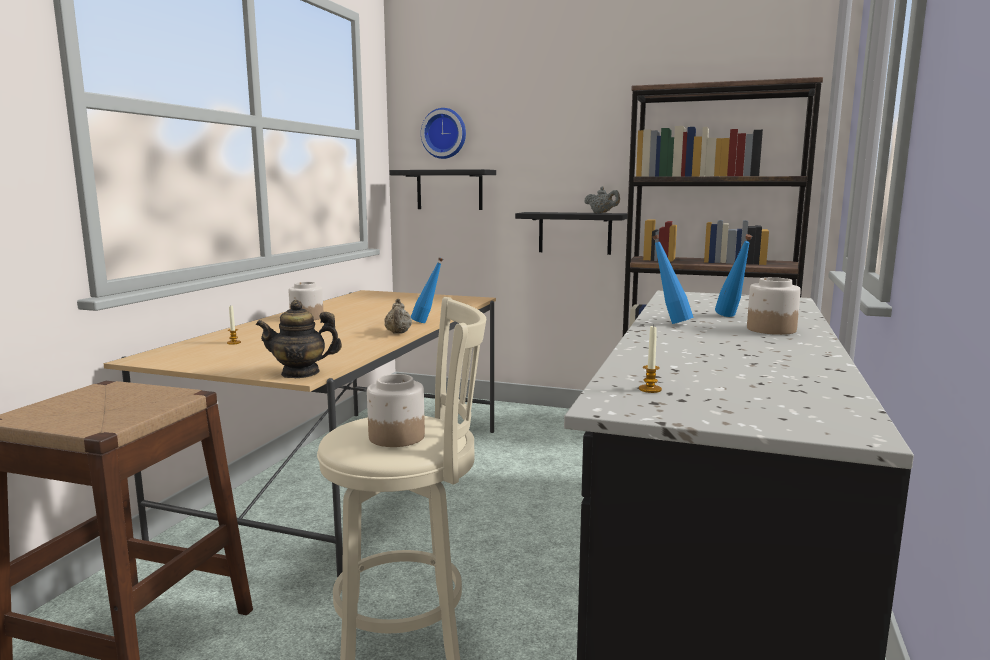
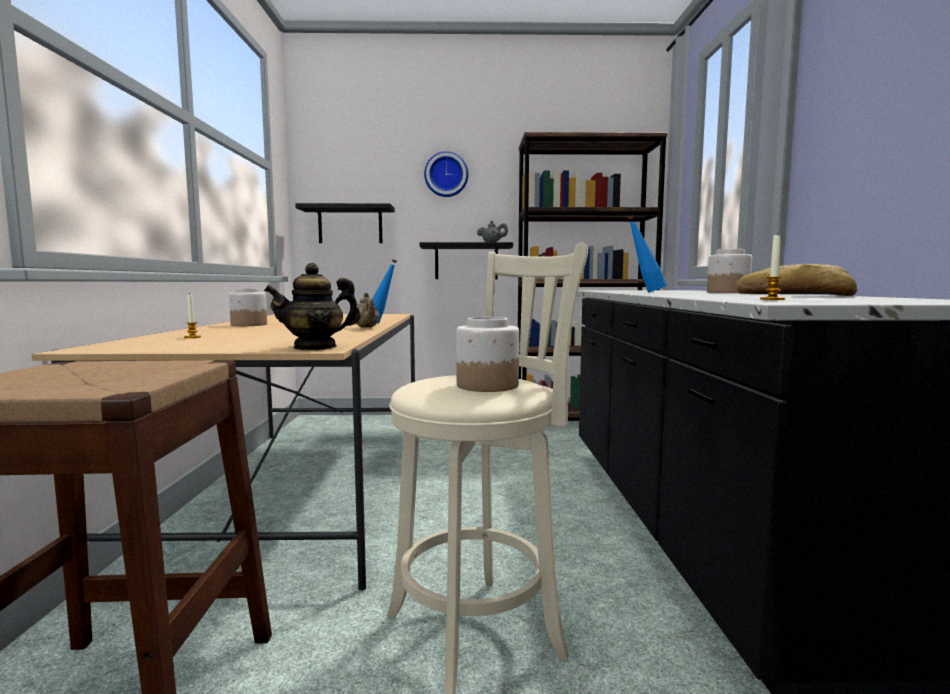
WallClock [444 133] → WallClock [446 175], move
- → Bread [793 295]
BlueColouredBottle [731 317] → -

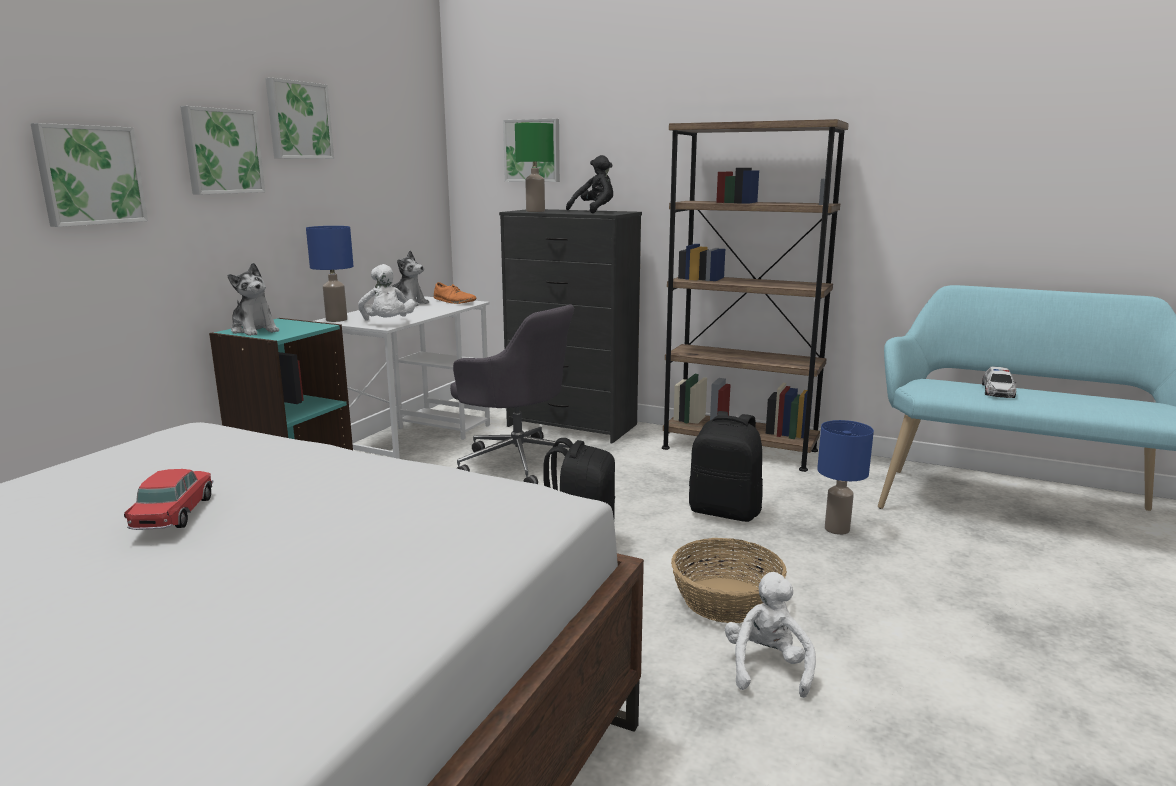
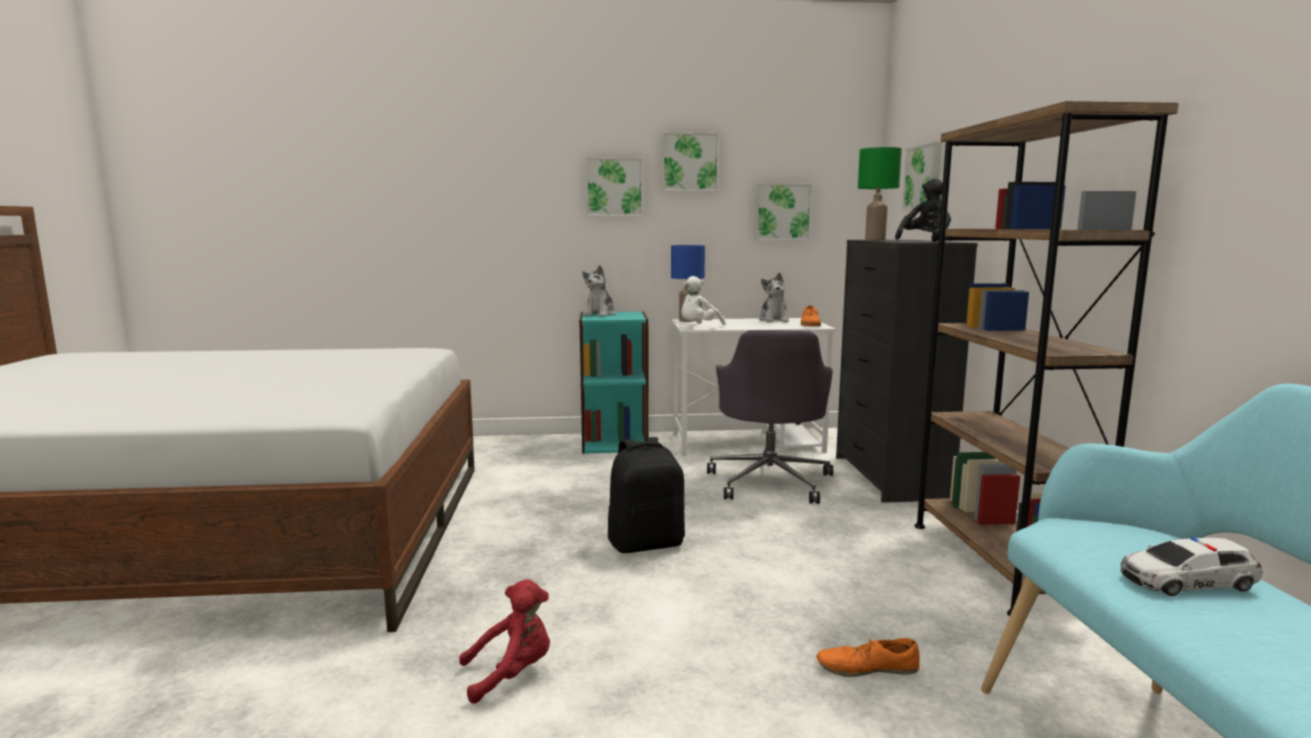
WhiteColouredCuddlyToy [767 667] → RedColouredCuddlyToy [512 674]
WallArt [89 175] → WallArt [782 212], move
BlueColouredLampForATable [837 529] → OrangeyItemOfFootwear [866 668]
BlackishCuddlyToy [594 211] → BlackishCuddlyToy [924 241], 60 degrees counterclockwise
ToyCar [175 514] → -
StorageBasket [726 599] → -
BlackishKnapsack [725 511] → -

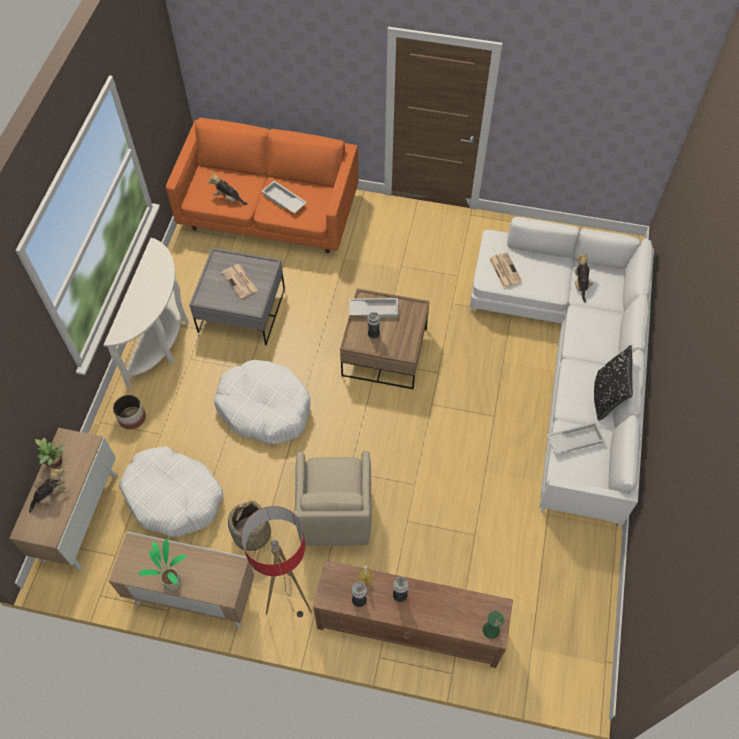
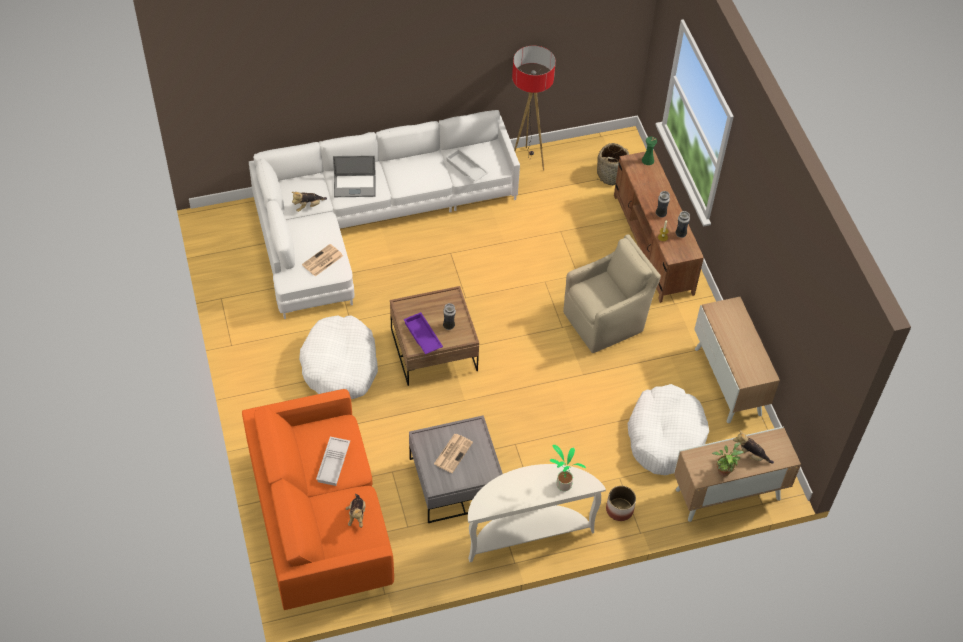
WhiteColouredDogCushion [264 408] → WhiteColouredDogCushion [340 366], move
- → Laptop [354 186]
WhiteColouredServingTray [374 309] → PurpleColouredServingTray [422 336]
FloorLamp [289 600] → FloorLamp [526 162], move
PottedPlant [173 581] → PottedPlant [562 484], move
StorageBasket [251 534] → StorageBasket [611 174], move
BlackishThrowPillow [606 397] → -

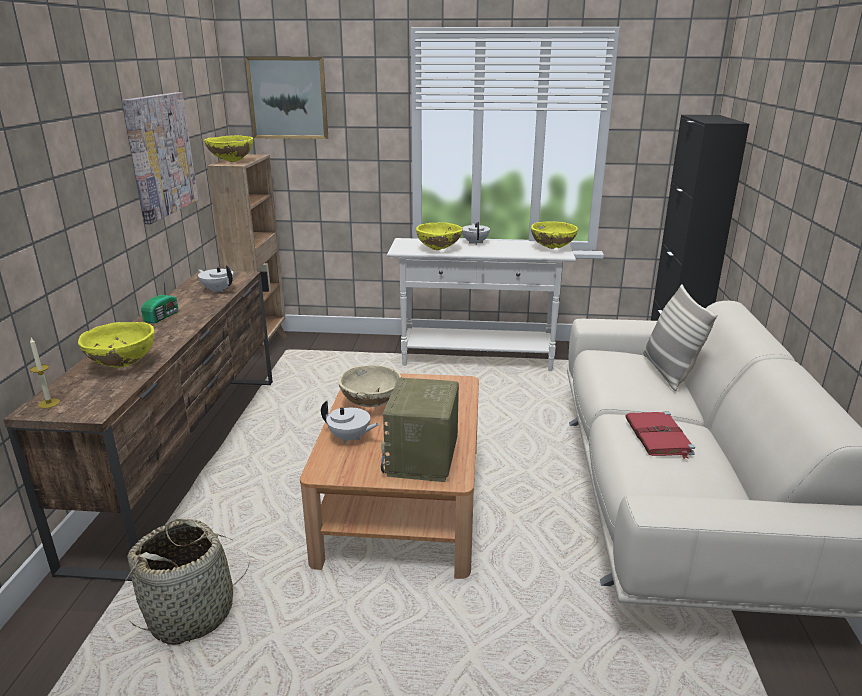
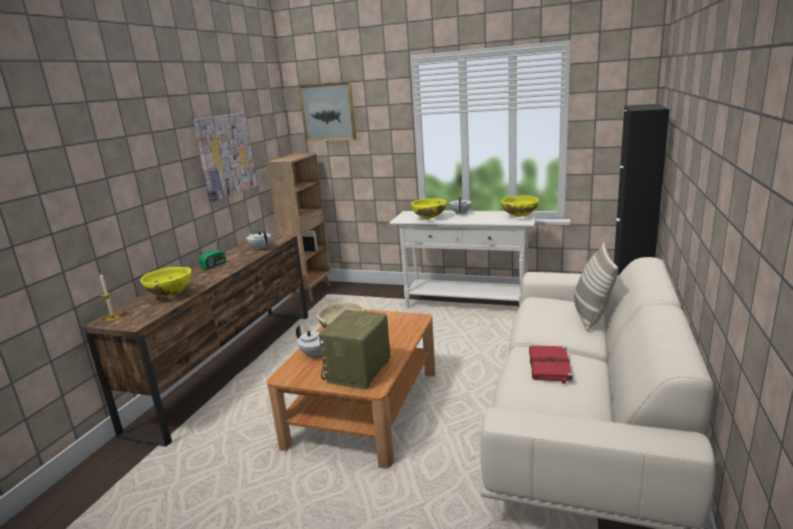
StorageBasket [192 613] → -
YellowBowl [231 162] → -

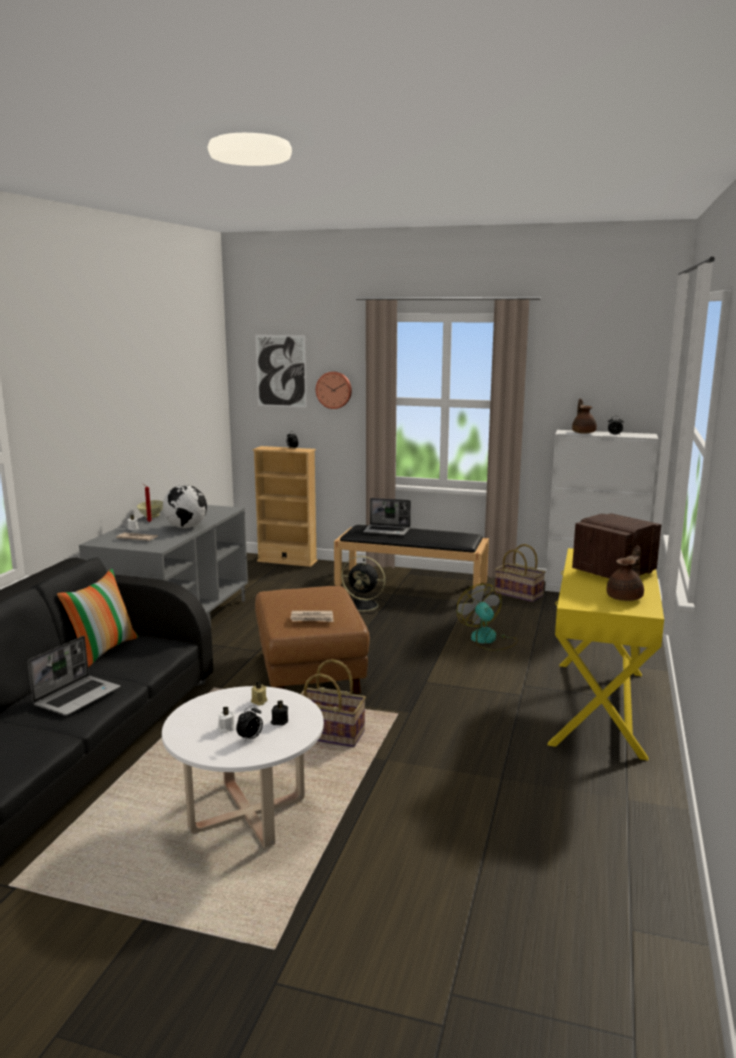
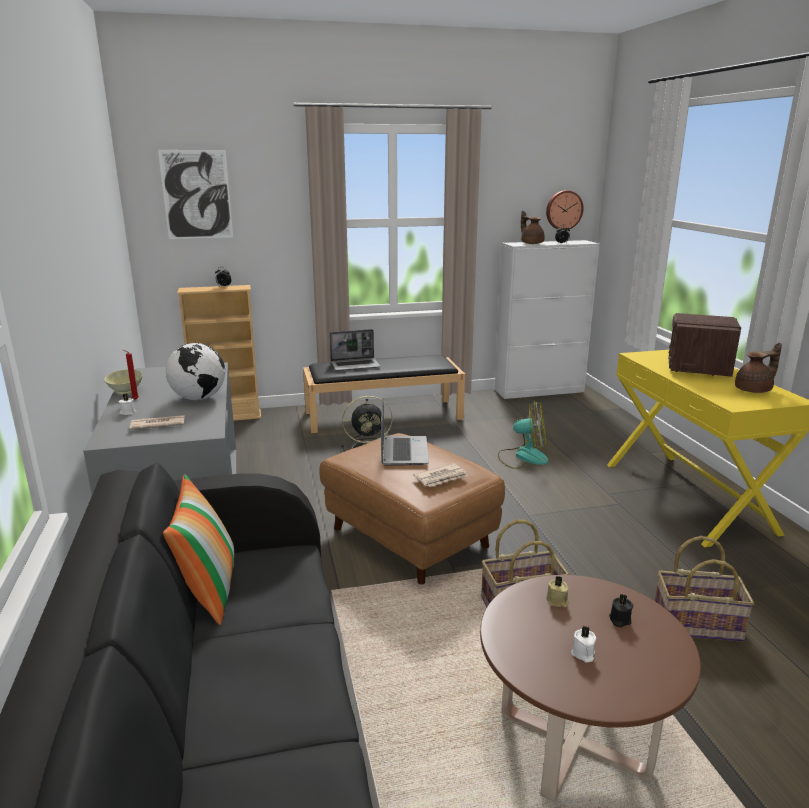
Laptop [78 696] → Laptop [403 451], move
WhiteColouredLoungeTable [248 814] → BrownLoungeTable [573 743]
Fan [488 640] → Fan [523 457], 150 degrees clockwise
WallClock [334 390] → WallClock [563 210], move
StorageBasket [519 594] → StorageBasket [697 624], move
BrownPotForTea [625 597] → BrownPotForTea [754 390], 60 degrees clockwise
BedsideClock [250 738] → -

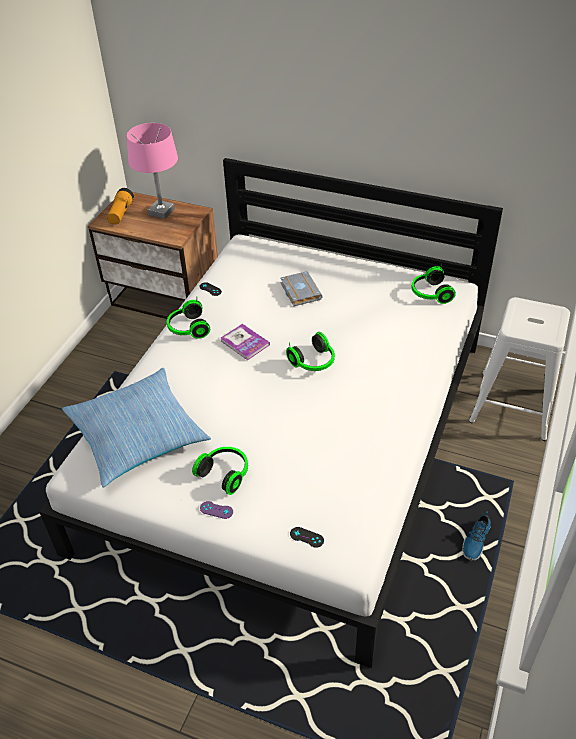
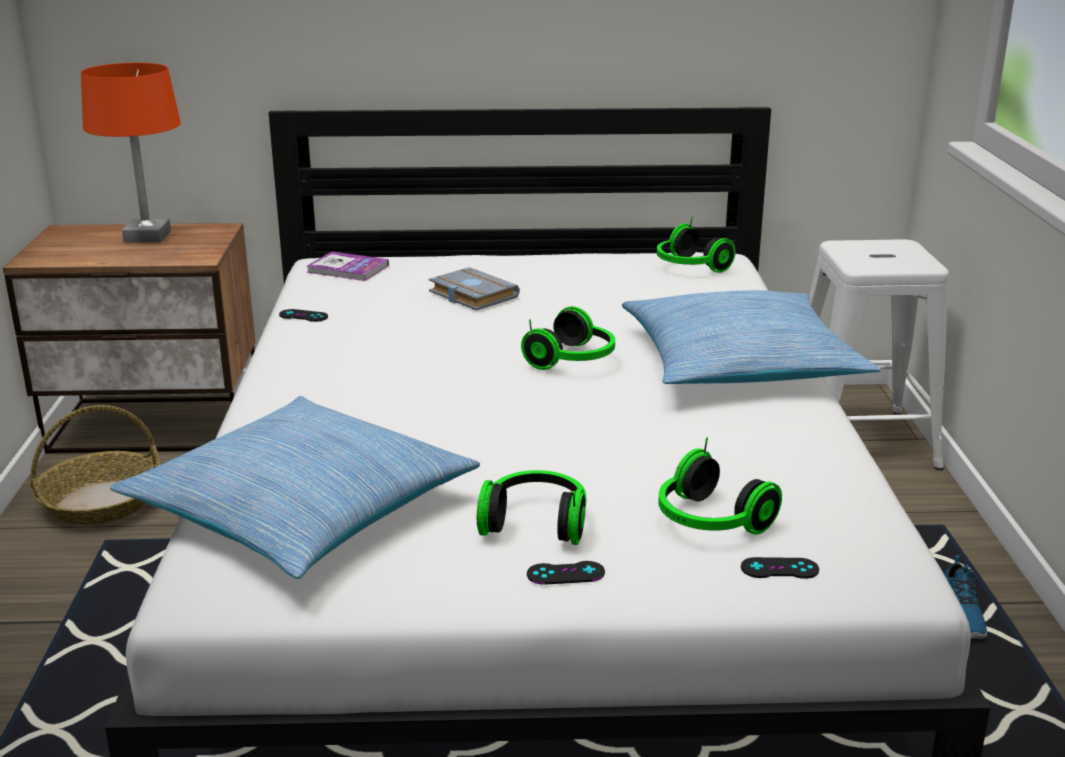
- → StorageBasket [102 501]
PinkLampForATable [161 212] → OrangeyLampForATable [147 236]
Volume [245 343] → Volume [348 269], move
PurpleColouredGamepad [216 510] → BlackishGamepad [565 573]
- → ThrowPillow [739 363]
Headset [187 328] → Headset [708 522], move
Flashlight [121 213] → -

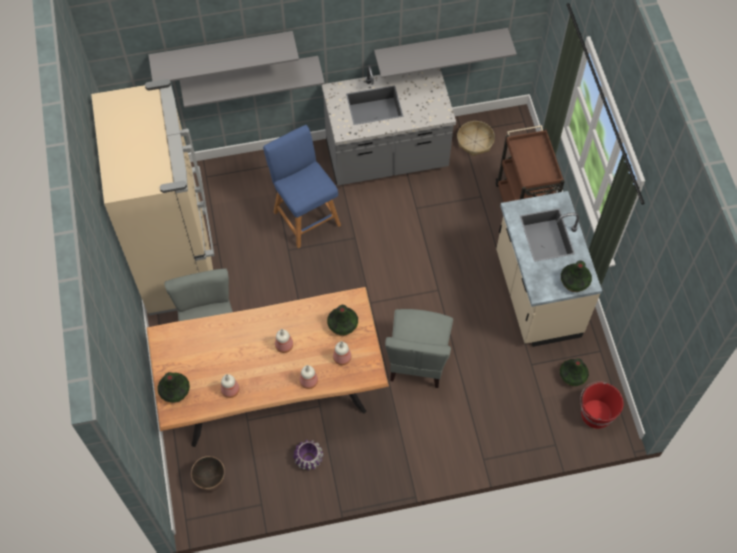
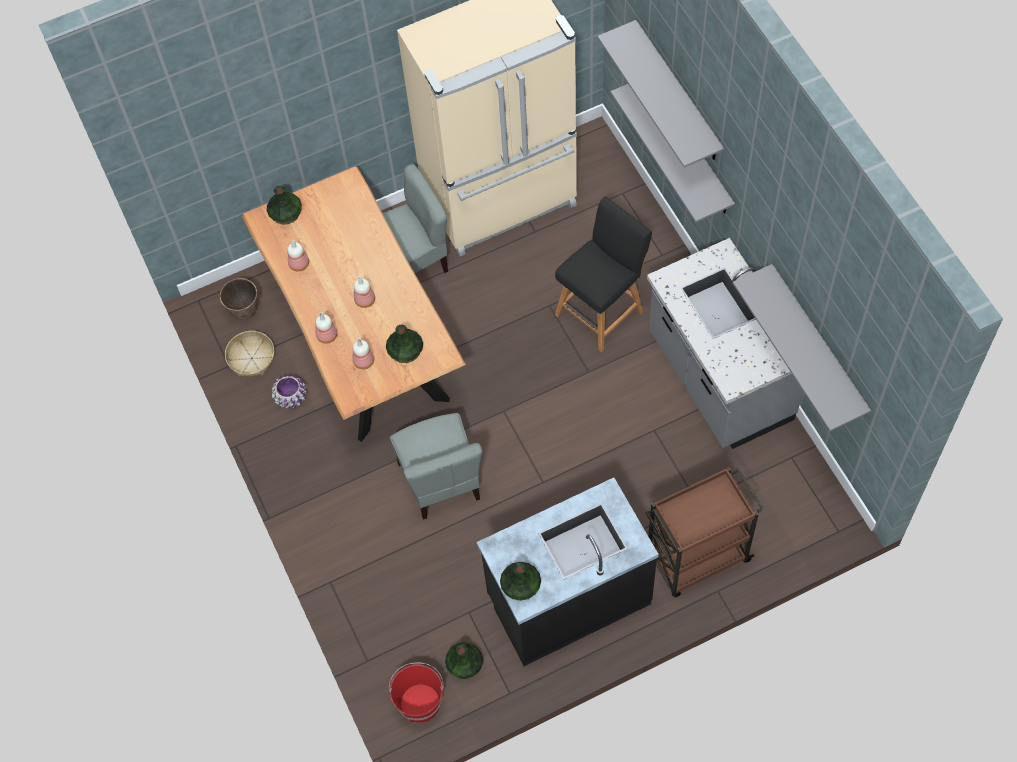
StorageBasket [475 141] → StorageBasket [252 358], move
GreyishChair [418 360] → GreyishChair [440 481], 105 degrees counterclockwise
SandColouredKitchenCounter [535 295] → BlackishKitchenCounter [568 599]
BlueColouredStoolSeat [305 216] → BlackishStoolSeat [602 310]

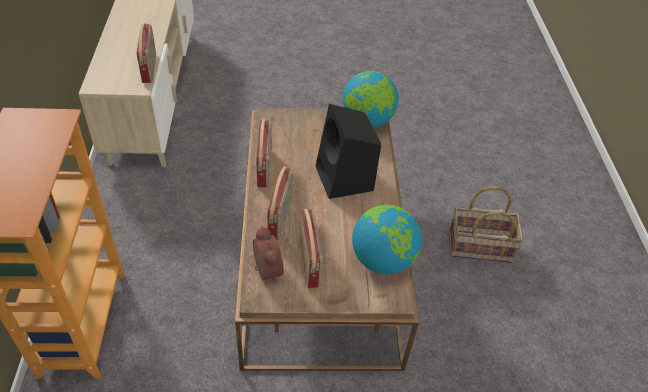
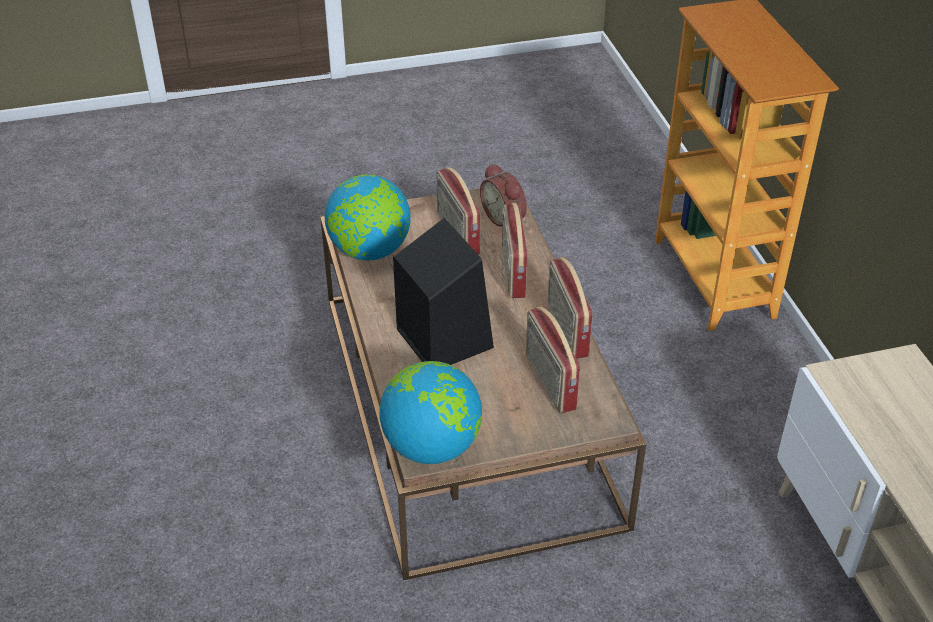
Radio [150 68] → Radio [549 382], move
StorageBasket [479 248] → -

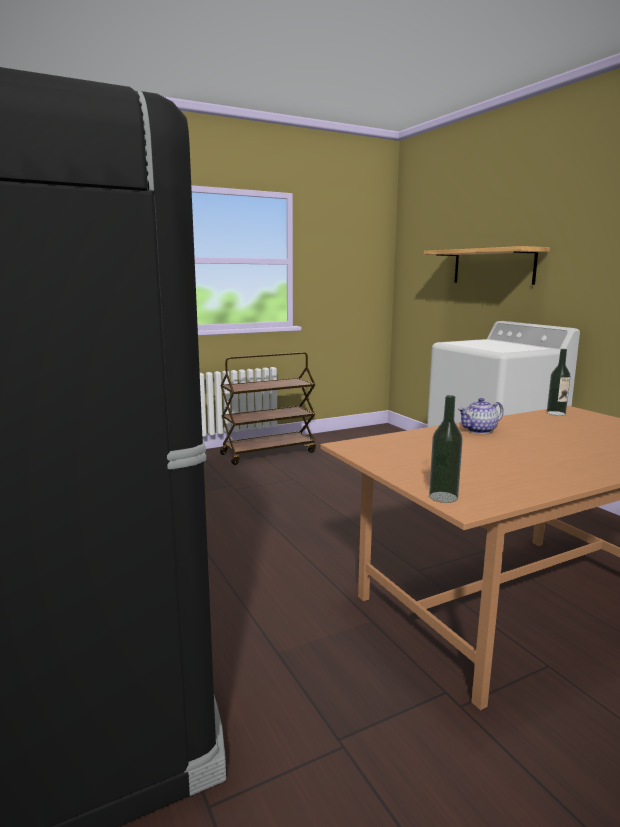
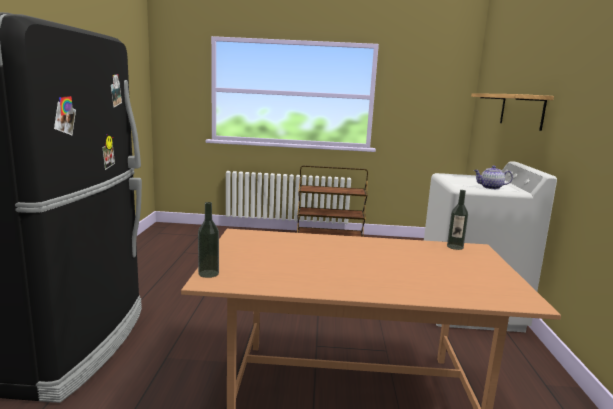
PotForTea [479 430] → PotForTea [490 187], move

